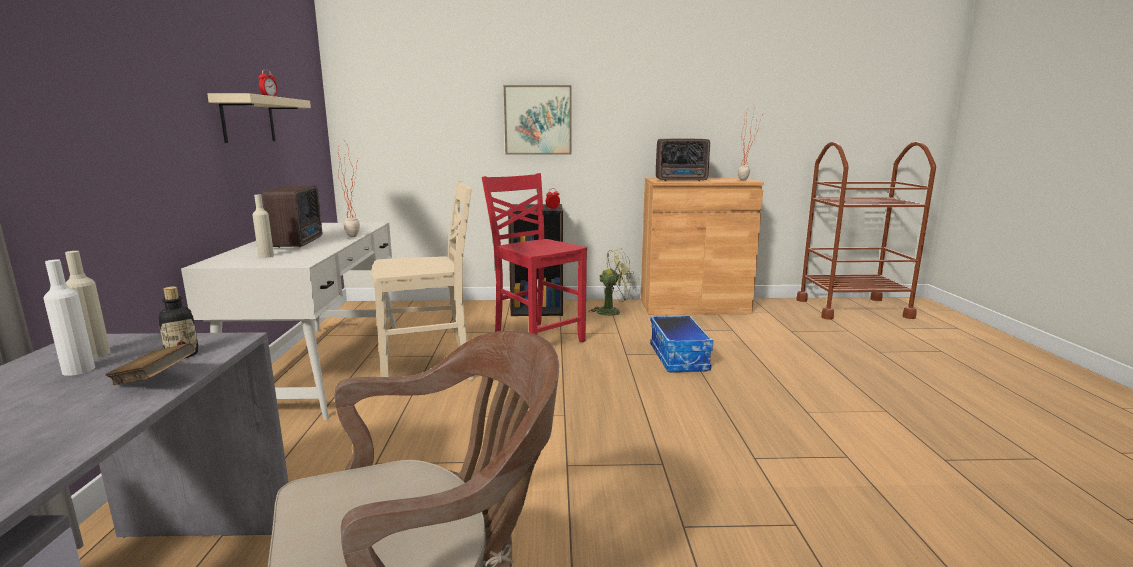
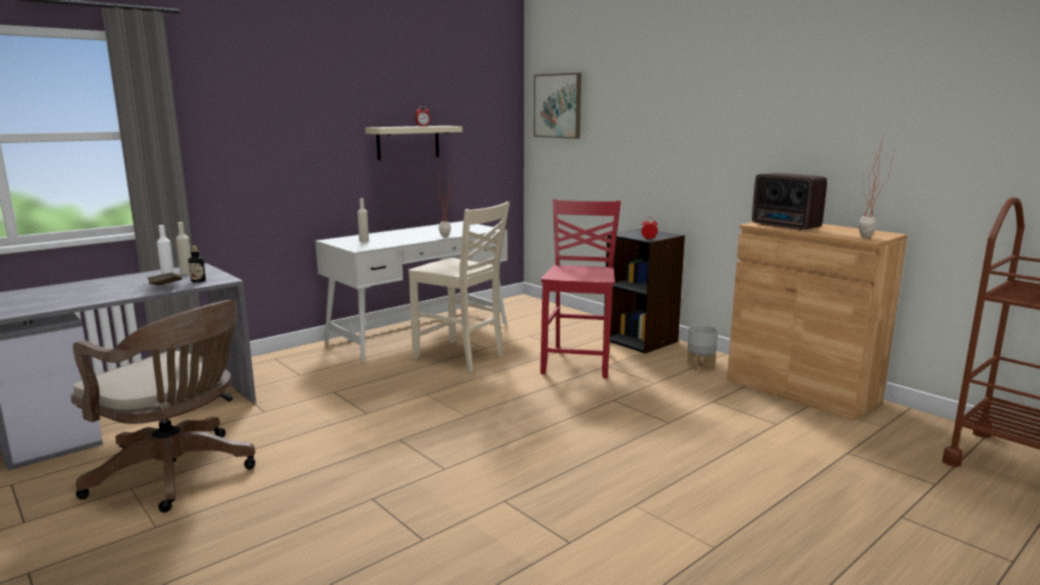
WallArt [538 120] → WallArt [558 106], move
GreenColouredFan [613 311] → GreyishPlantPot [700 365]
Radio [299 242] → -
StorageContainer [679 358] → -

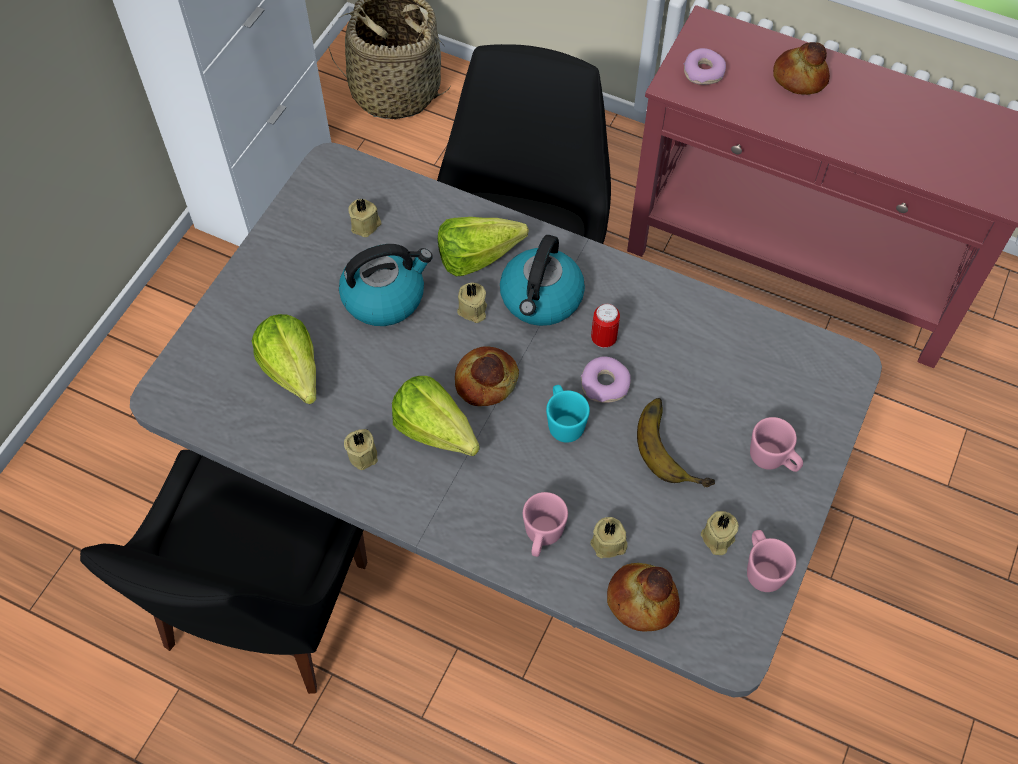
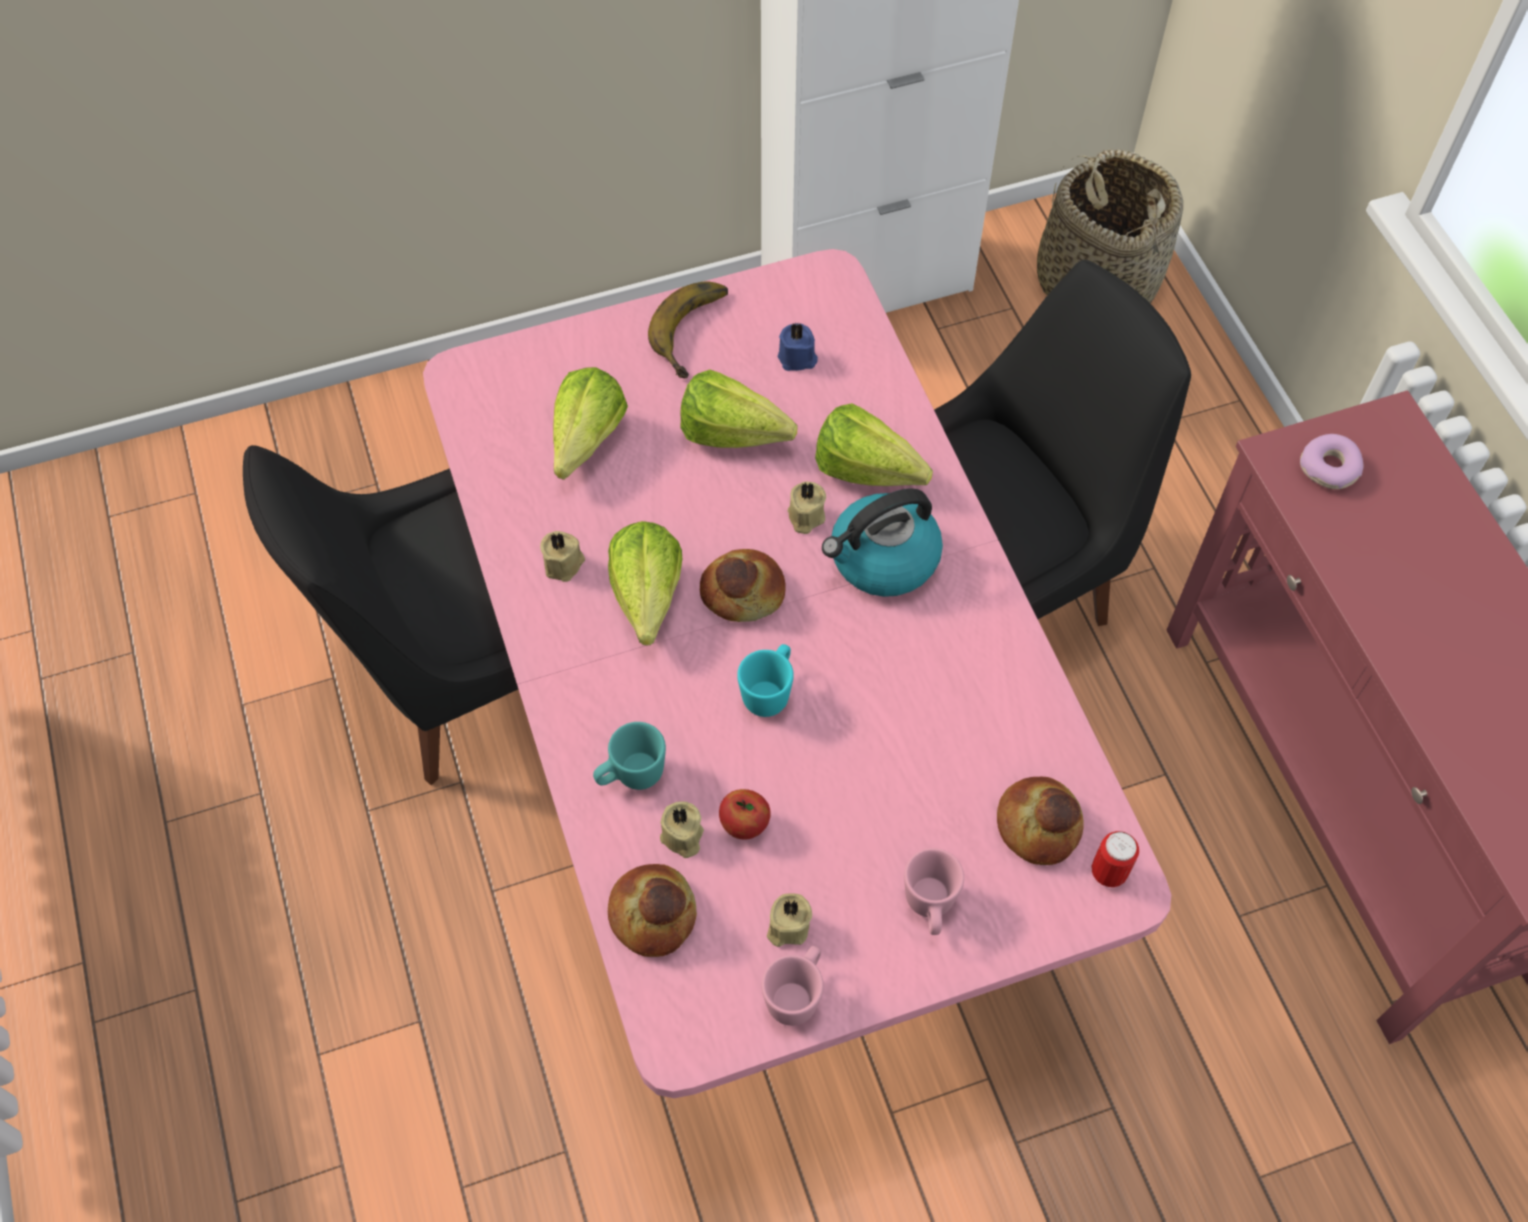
GreyishKitchenTable [508 514] → PinkKitchenTable [761 783]
PinkCoffeeMug [542 537] → BlueGreenCoffeeMug [631 775]
WholeBanana [676 445] → WholeBanana [698 333], move
TeaKettle [385 297] → LettuceHead [740 439]
- → WholeApple [744 824]
SandColouredCandle [366 225] → BlueColouredCandle [797 359]
Bread [799 78] → Bread [1037 825], move
Can [603 339] → Can [1108 872], move
RingDoughnut [605 384] → -

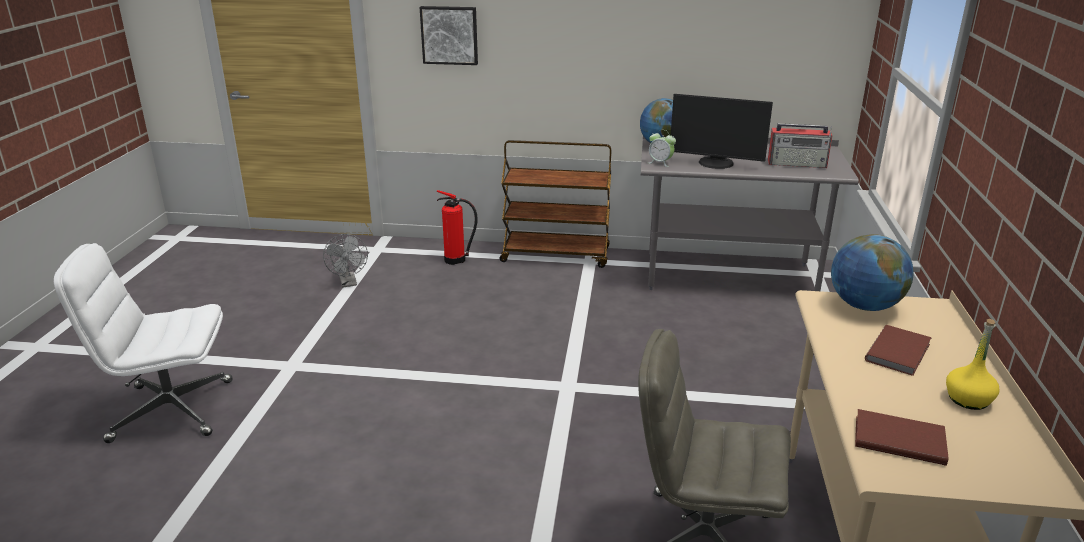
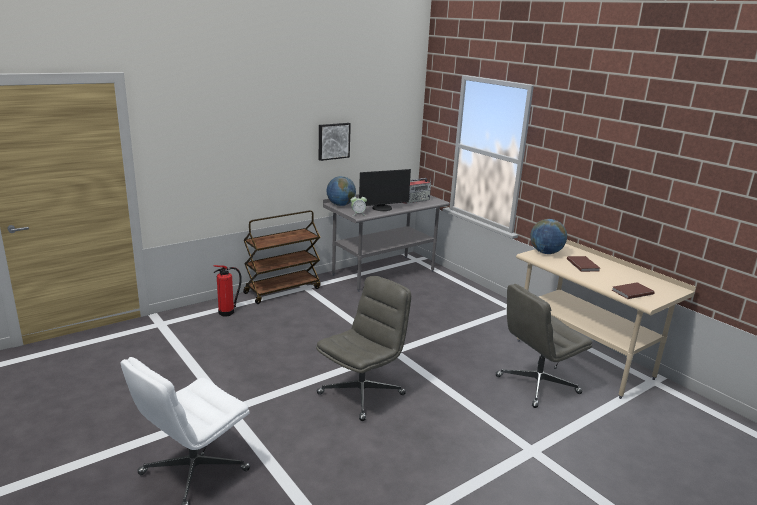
- → GreyishDeskChair [362 393]
WallArt [449 35] → WallArt [333 141], move
GreyishFan [349 283] → -
YellowBottle [968 399] → -

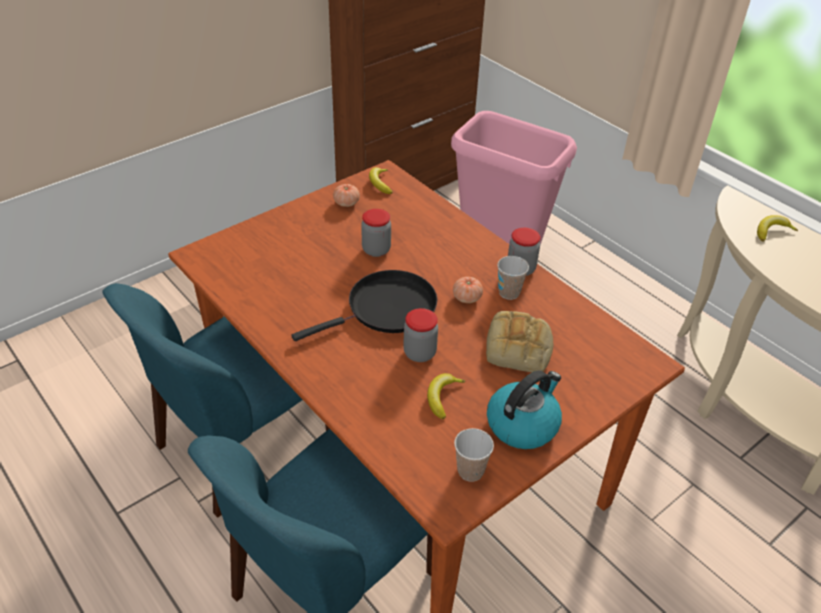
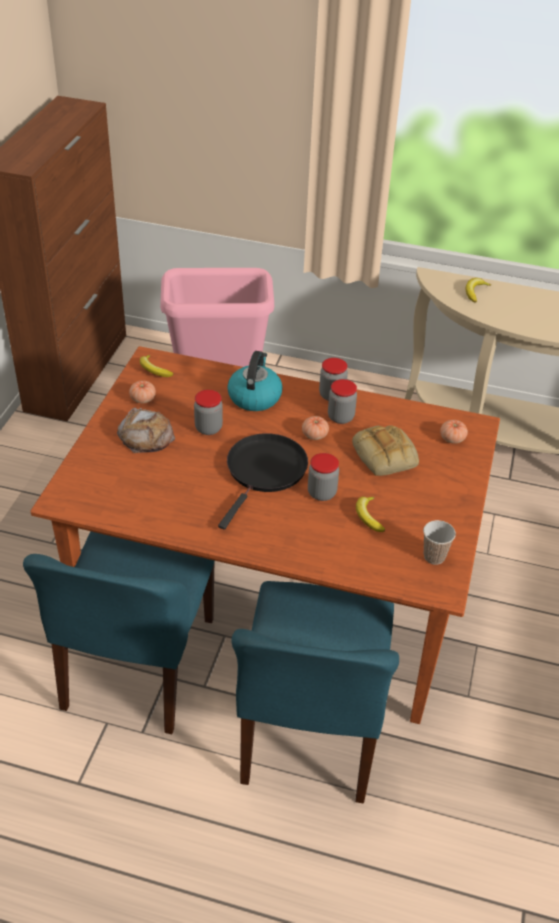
- → Bread [146 436]
TeaKettle [522 424] → TeaKettle [254 396], move
DrinkingCup [509 293] → PreserveJar [340 417]
- → FreshTomato [452 438]

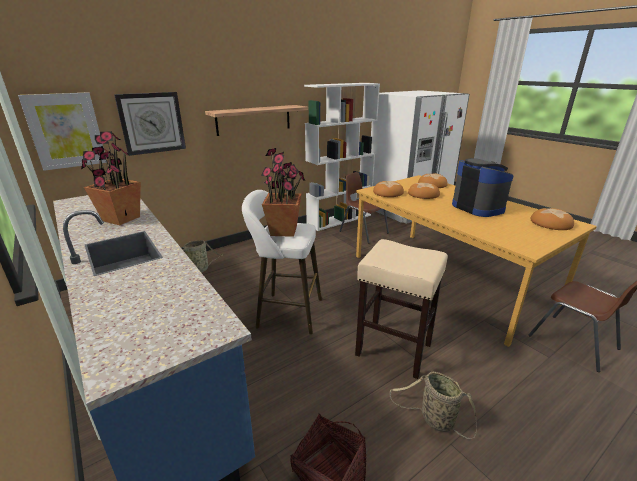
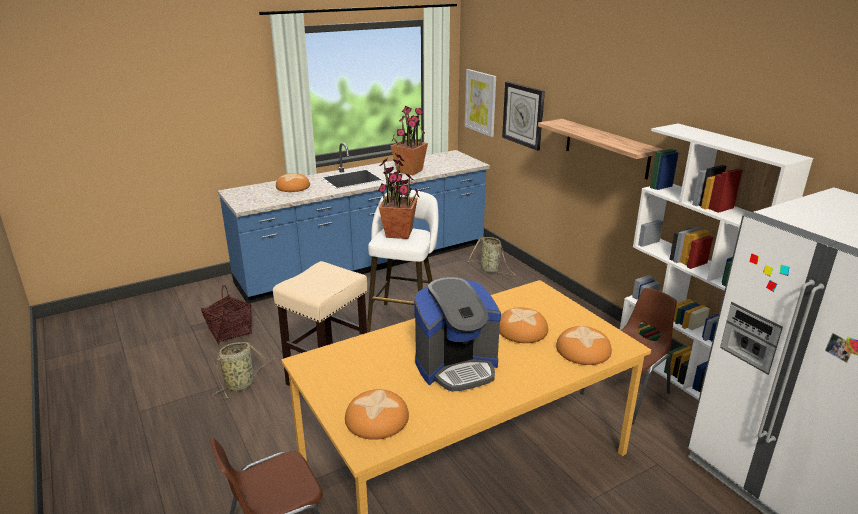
Bread [388 192] → Bread [293 187], move

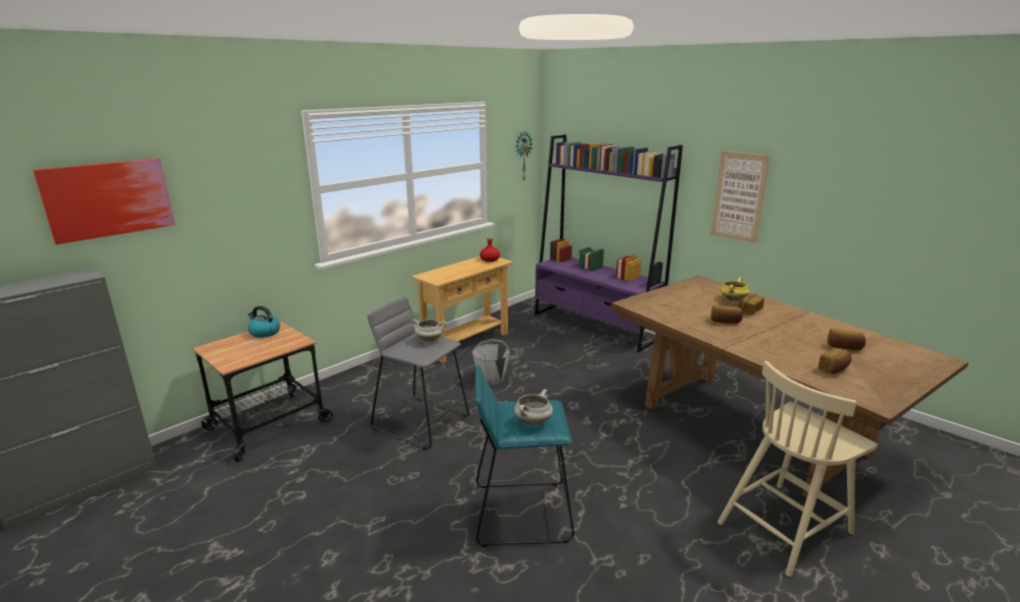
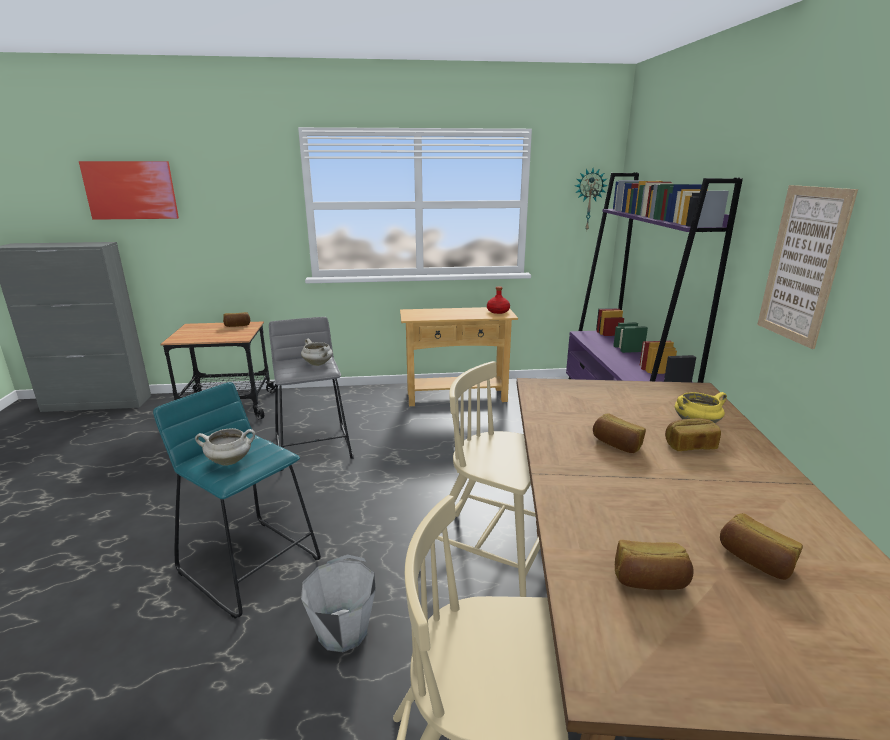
TeaKettle [264 332] → Bread [237 325]
GreyishPail [491 379] → GreyishPail [343 631], move
- → SandColouredChair [489 554]

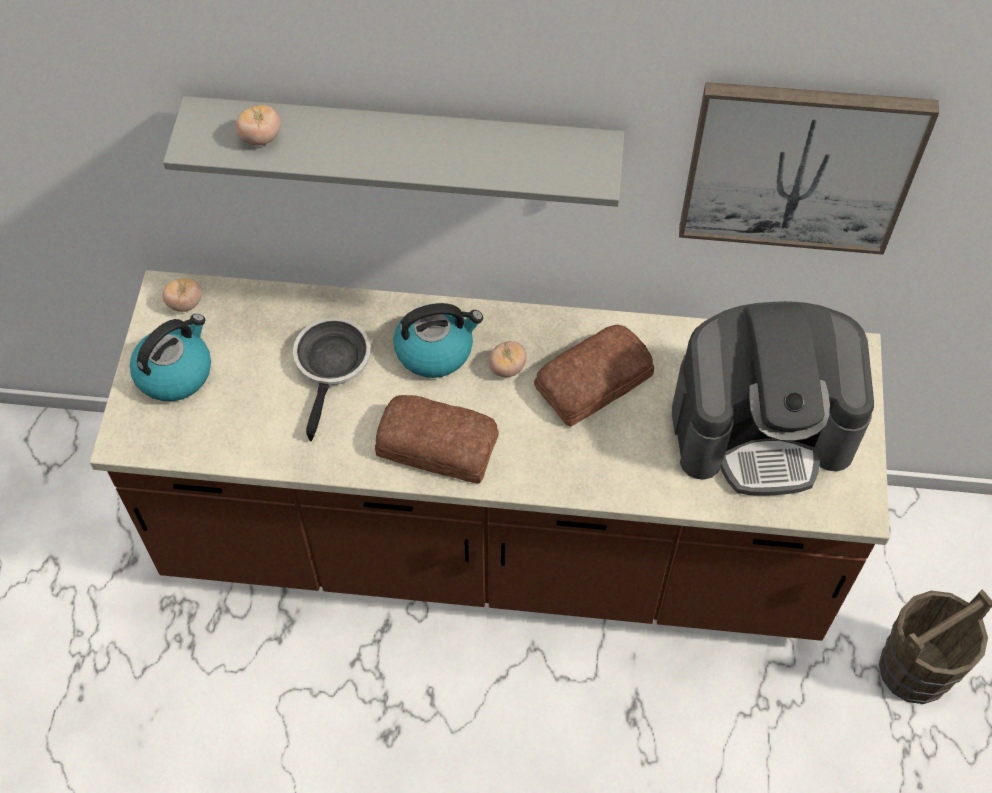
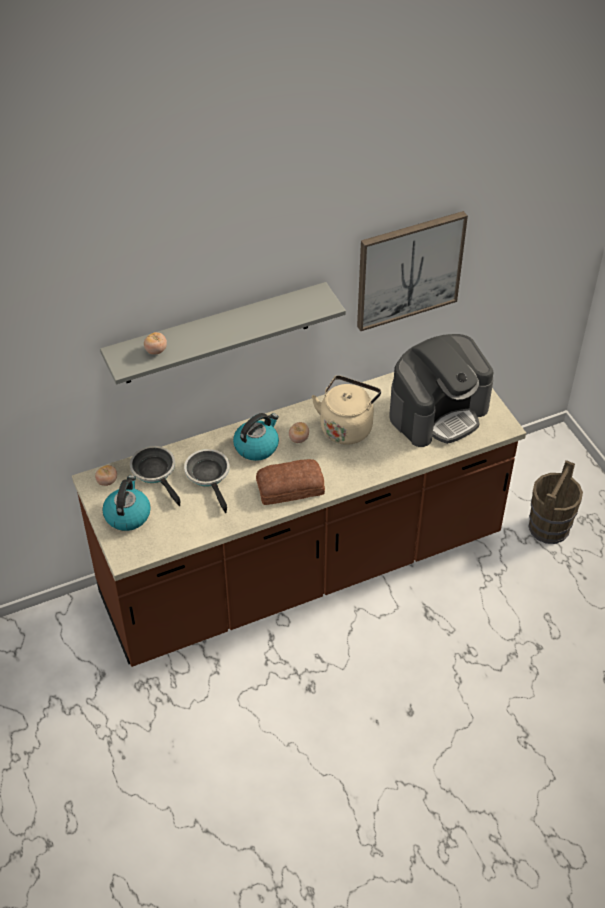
- → Pan [156 472]
Bread [596 382] → SandColouredTeaKettle [347 426]

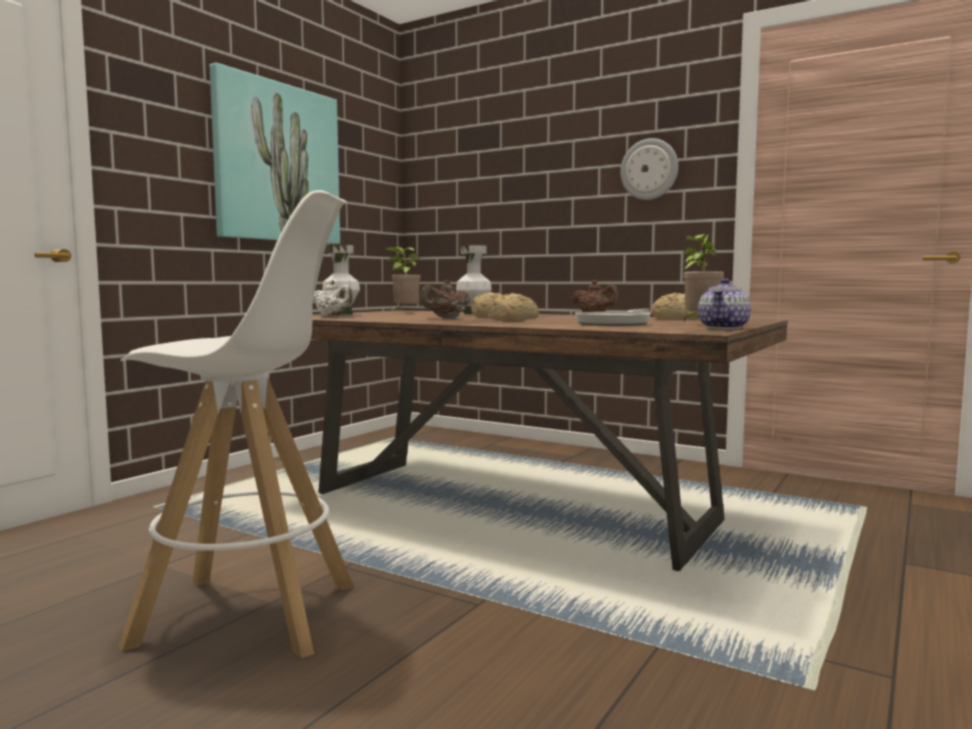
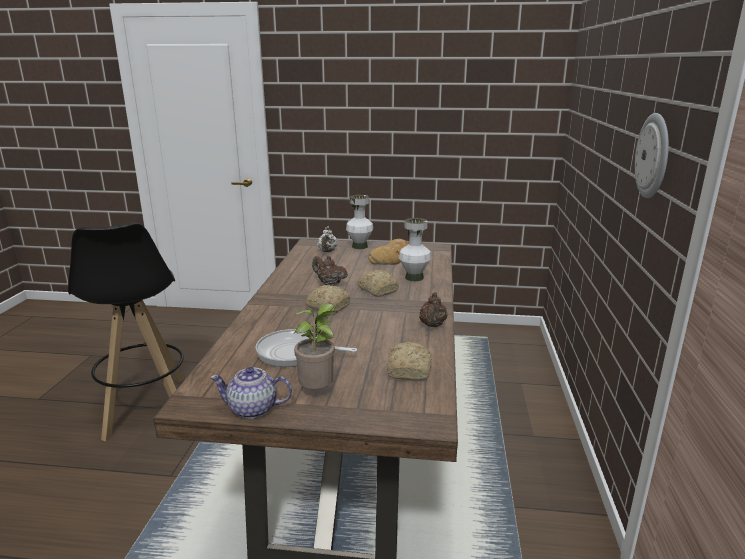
WhiteColouredStoolSeat [250 614] → BlackishStoolSeat [146 408]
PottedPlant [404 313] → Bread [393 258]
WallArt [277 163] → -

